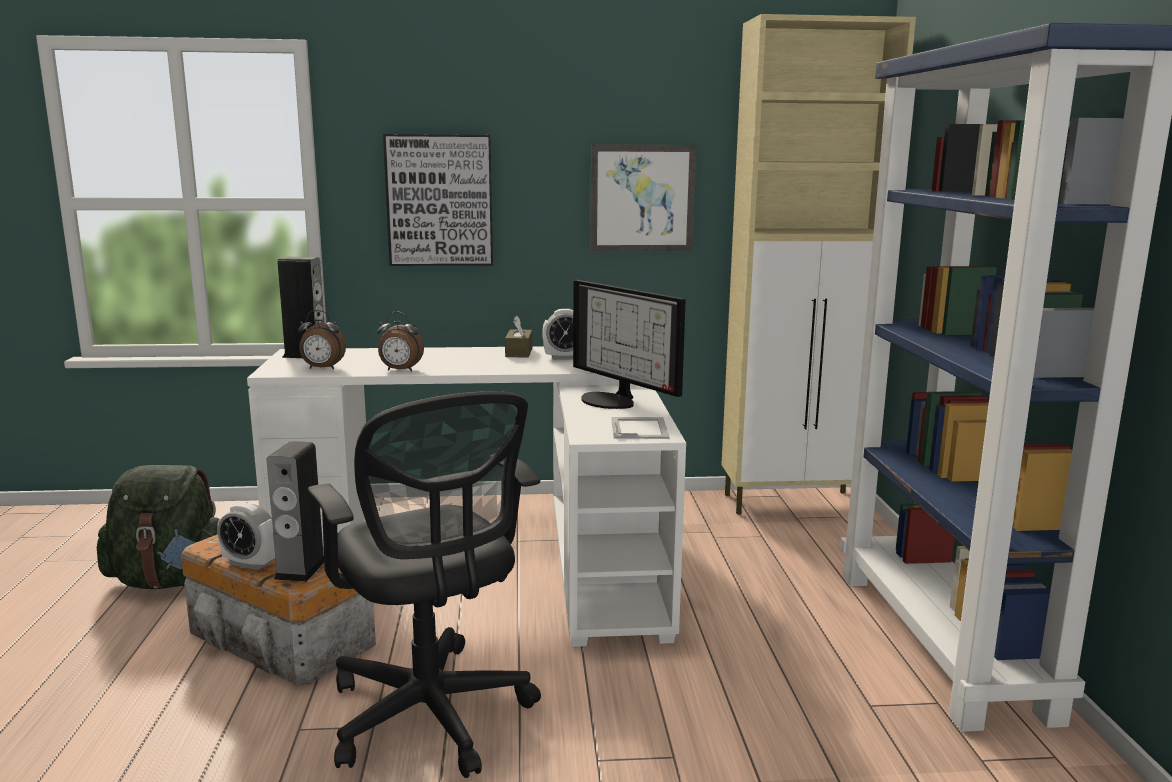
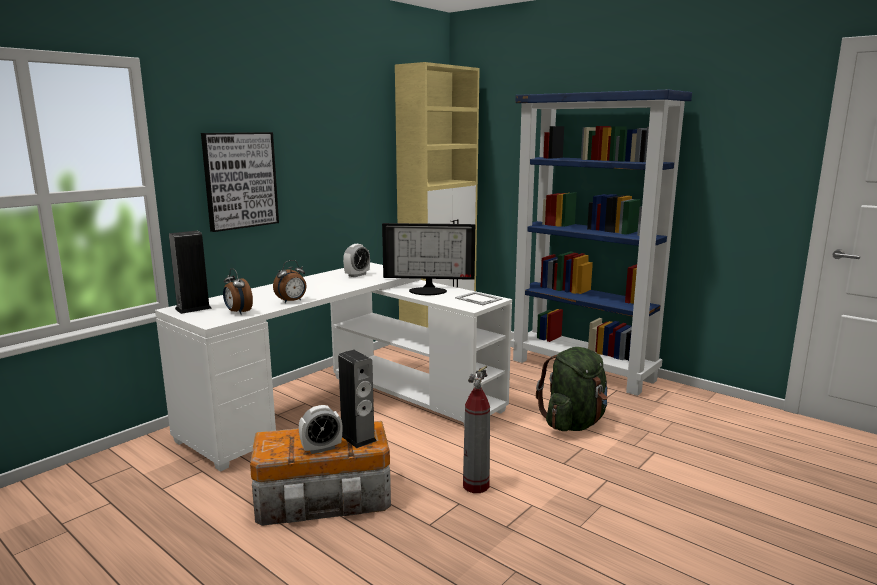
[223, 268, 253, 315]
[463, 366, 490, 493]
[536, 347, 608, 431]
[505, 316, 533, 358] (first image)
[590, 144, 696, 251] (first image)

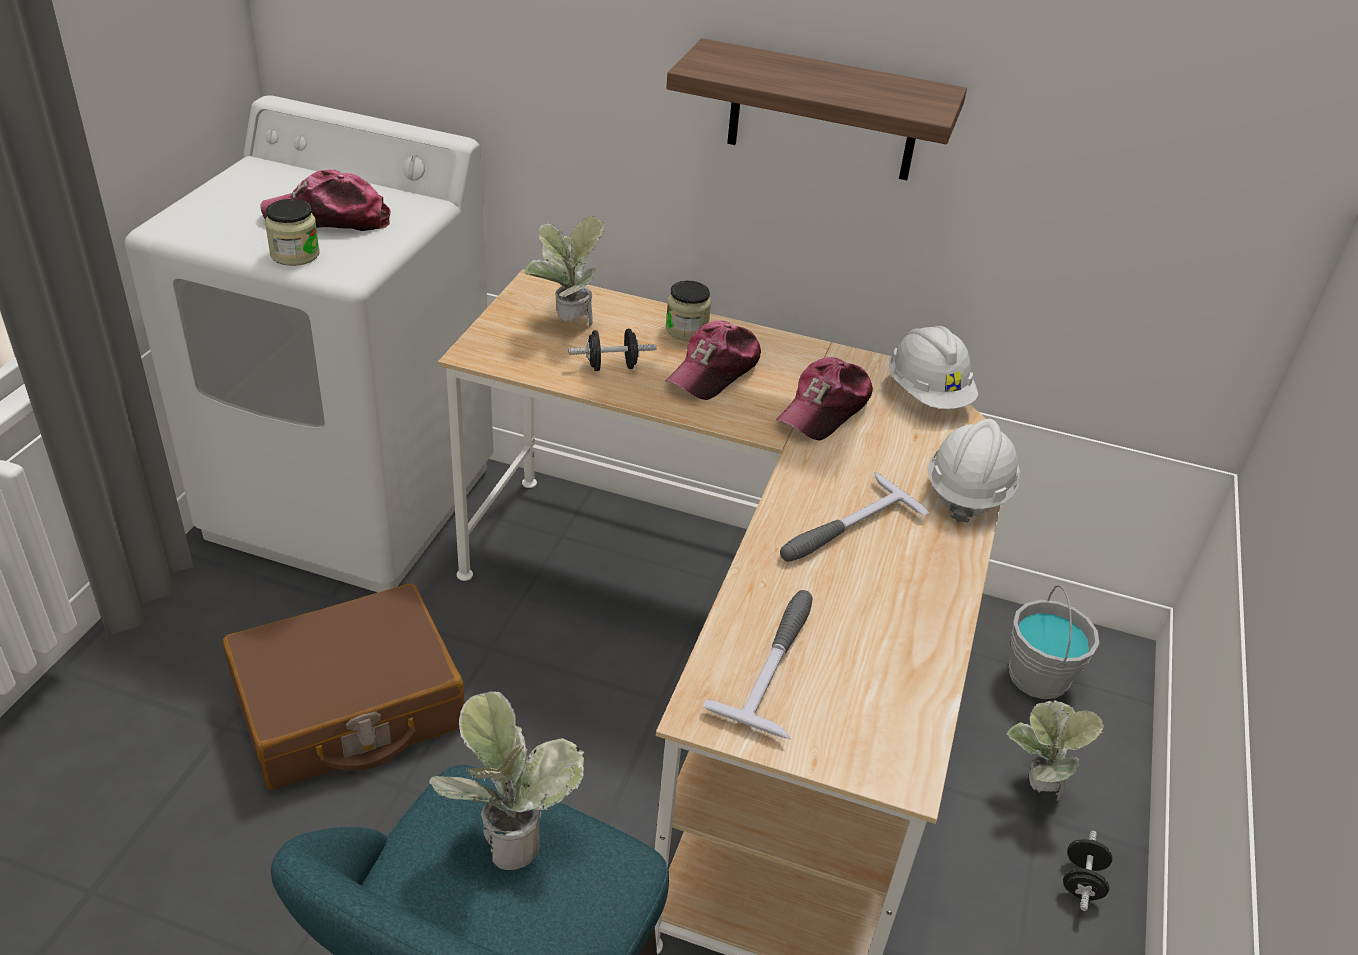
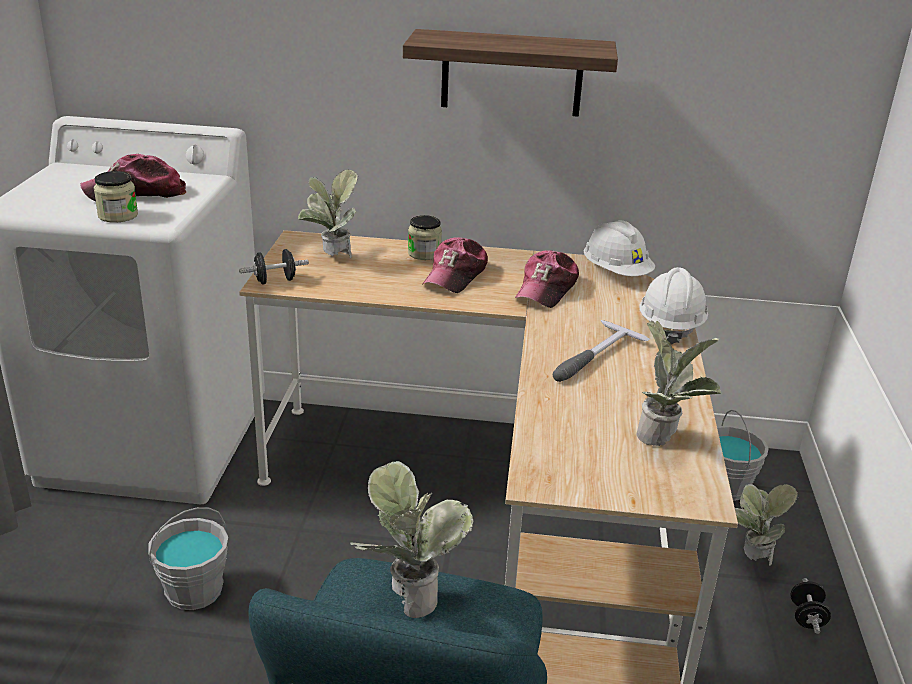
[148, 507, 228, 610]
[239, 249, 309, 284]
[637, 320, 721, 446]
[703, 590, 813, 739] (first image)

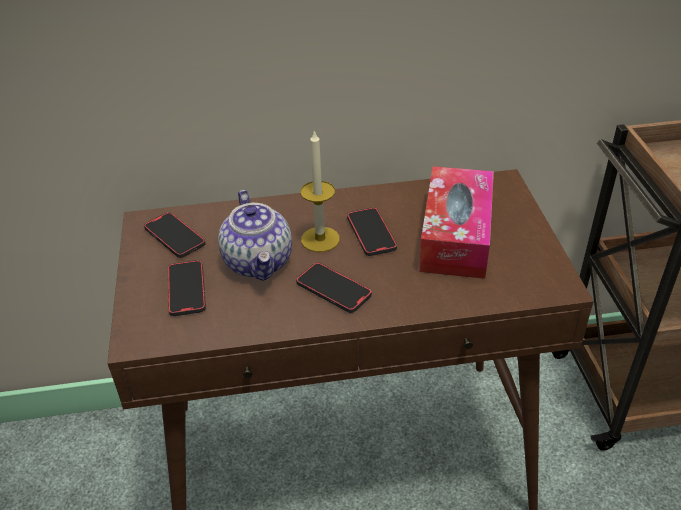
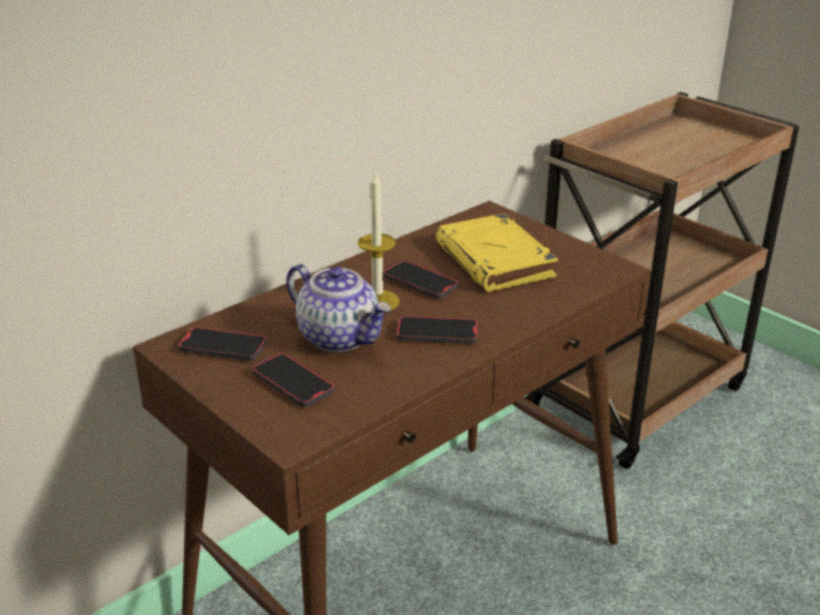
[435, 213, 558, 292]

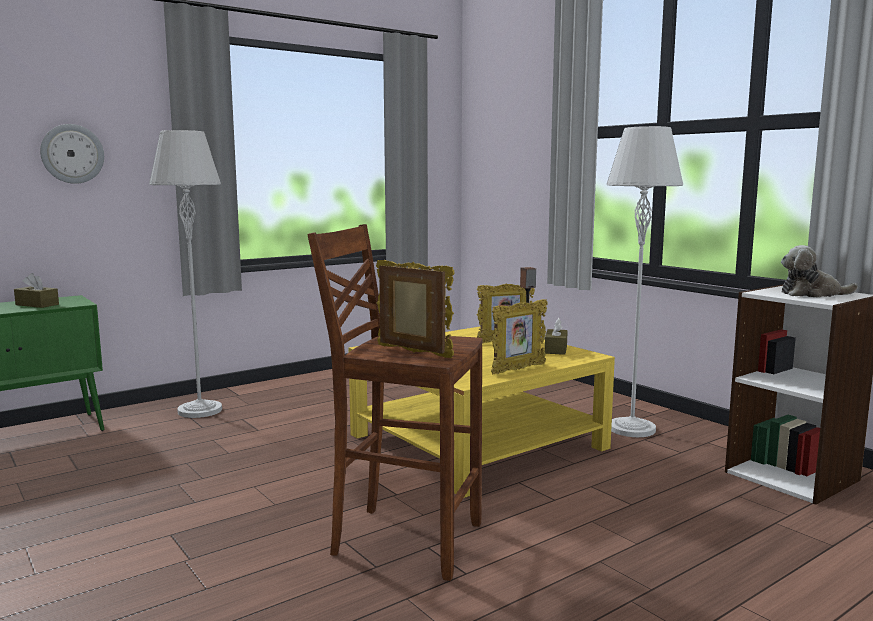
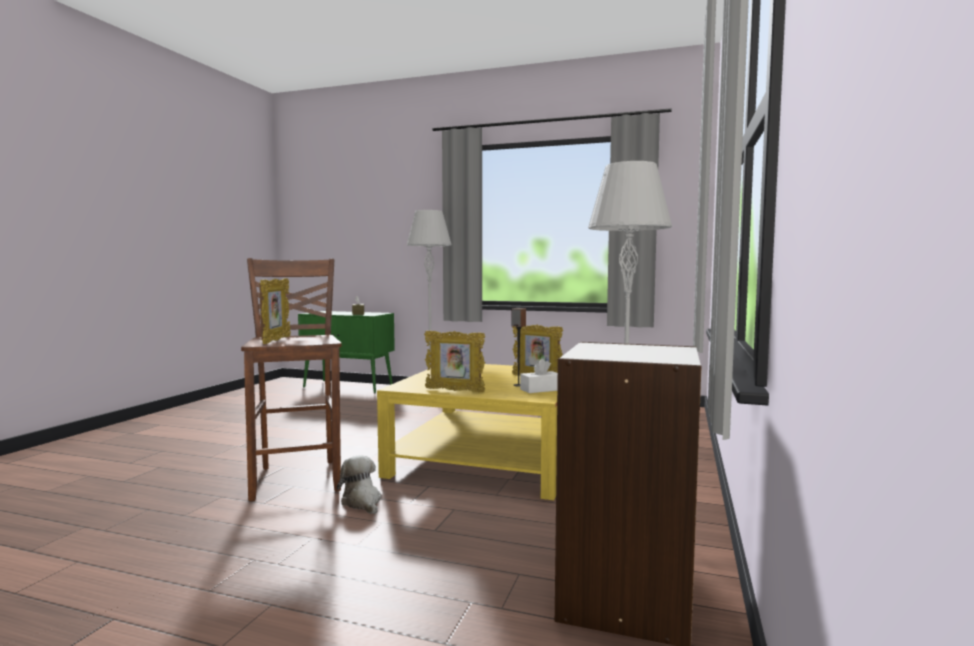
[337, 455, 382, 514]
[520, 359, 558, 393]
[40, 124, 104, 184] (first image)

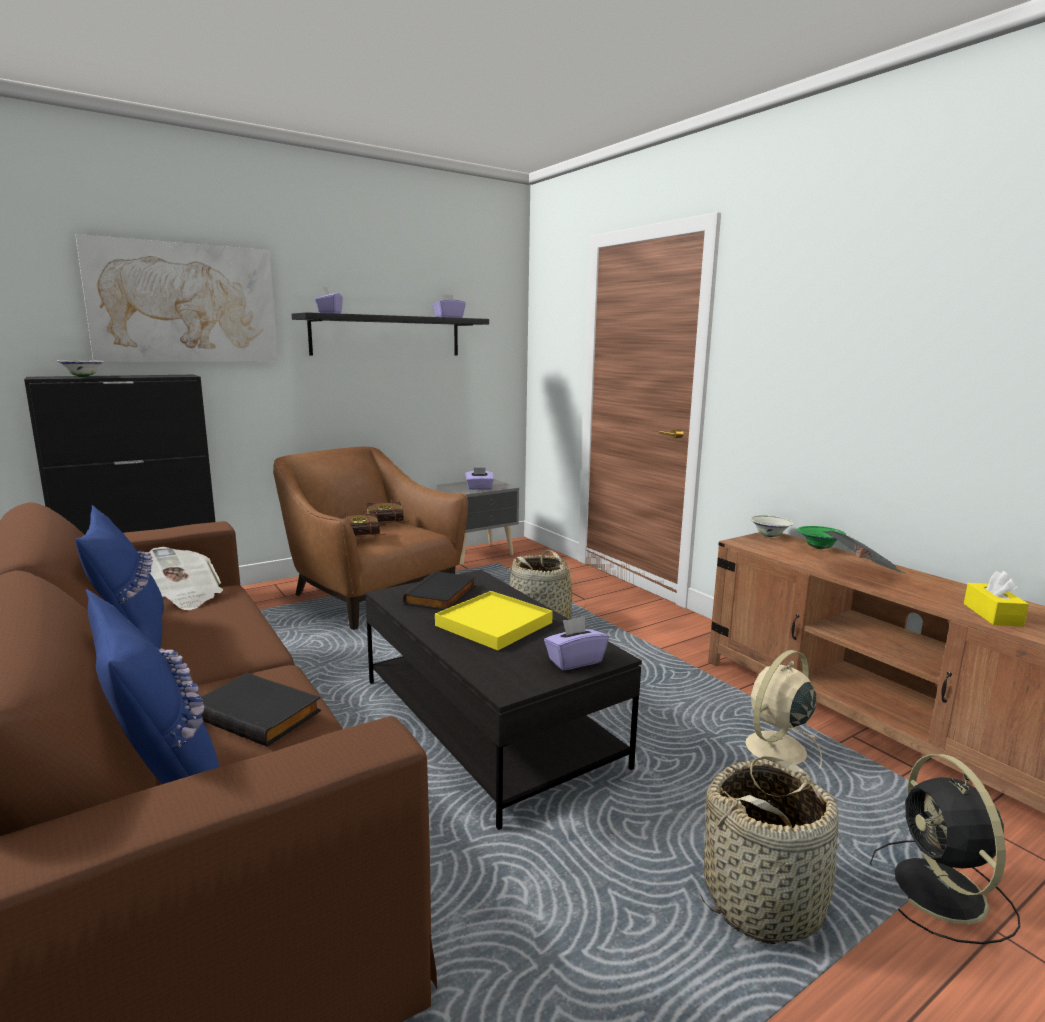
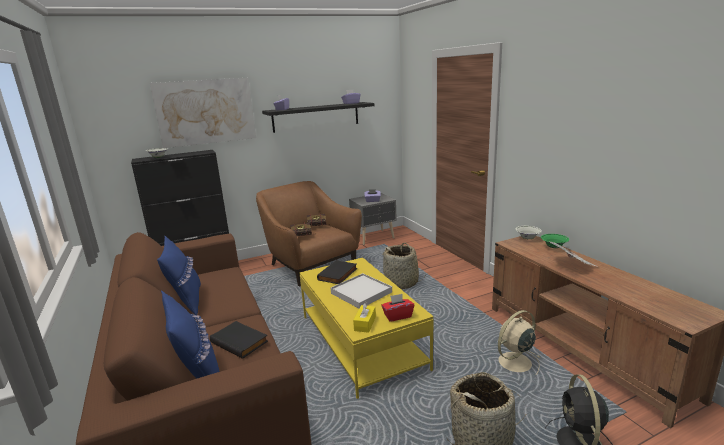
[299, 258, 434, 399]
[331, 273, 392, 308]
[353, 302, 376, 333]
[381, 294, 414, 322]
[149, 547, 223, 610] (first image)

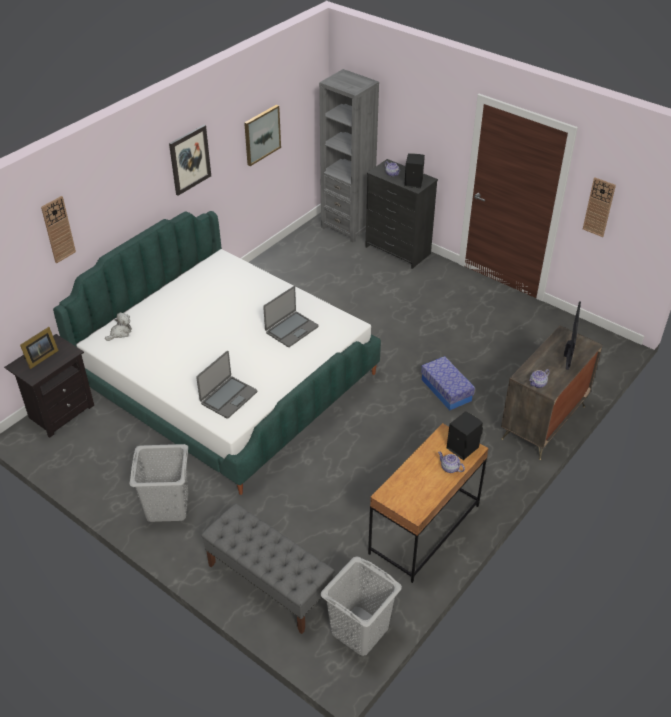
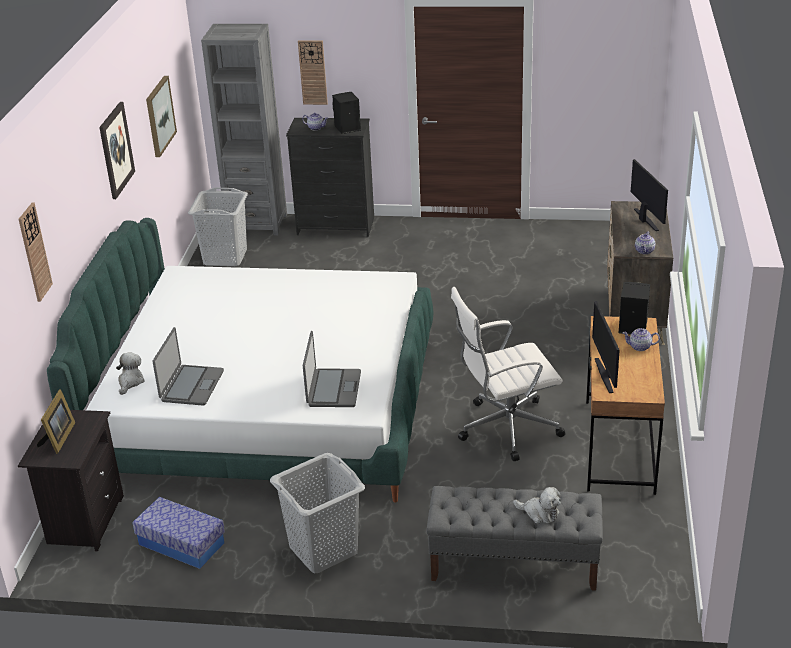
[132, 497, 225, 569]
[152, 327, 224, 406]
[188, 188, 248, 266]
[298, 41, 328, 105]
[451, 287, 565, 461]
[513, 487, 561, 524]
[592, 301, 620, 393]

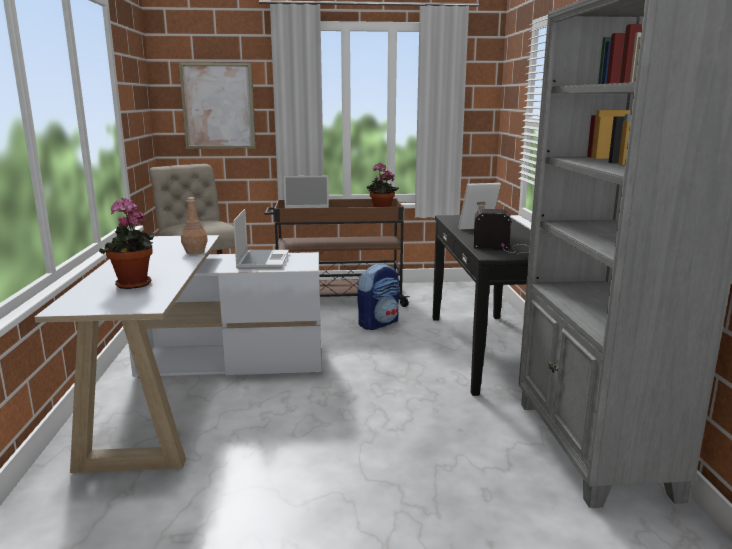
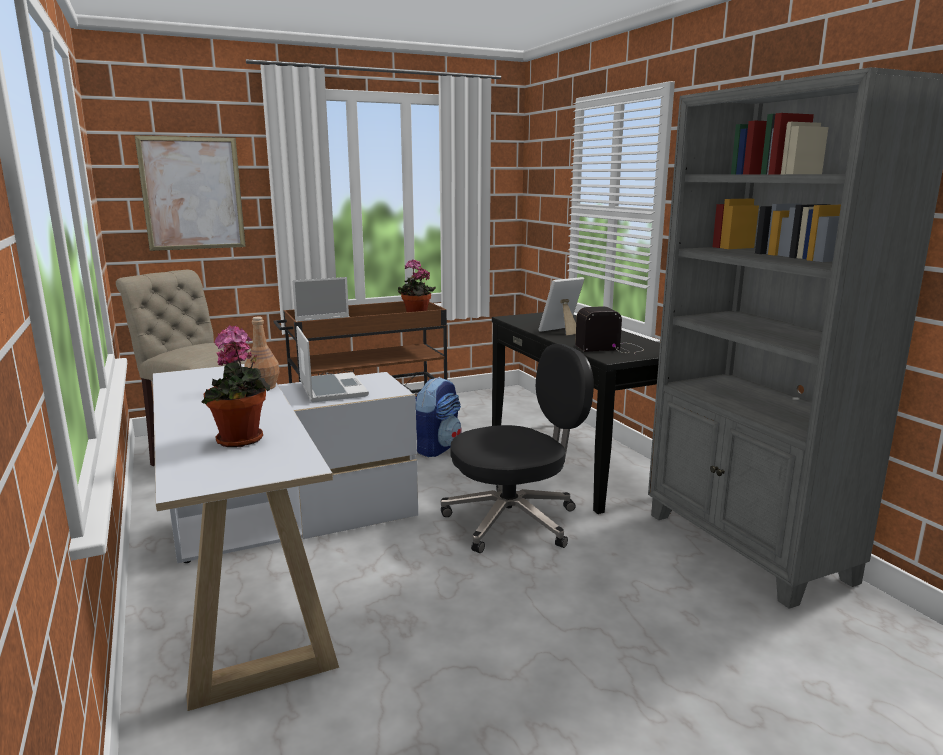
[441, 344, 594, 553]

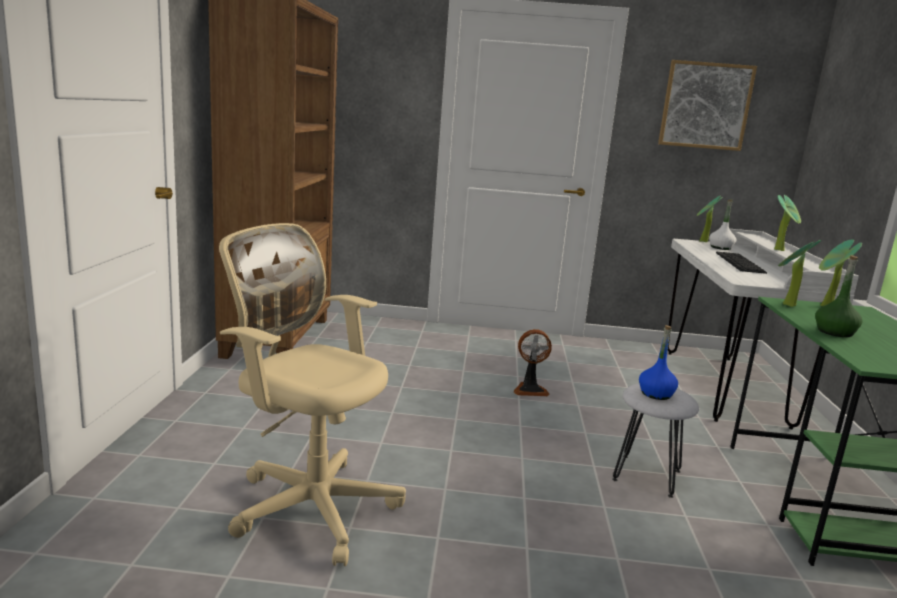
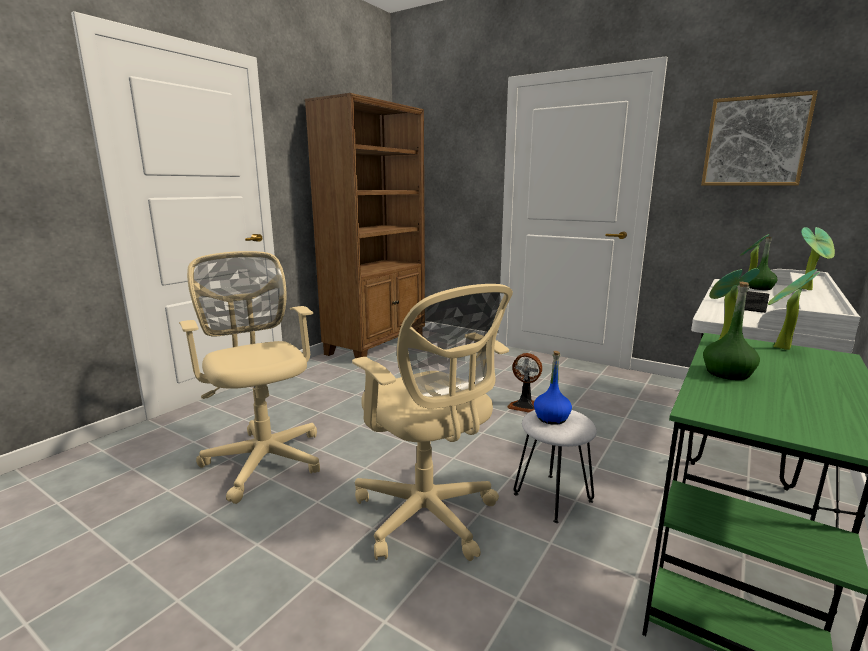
[352, 284, 513, 561]
[749, 237, 777, 290]

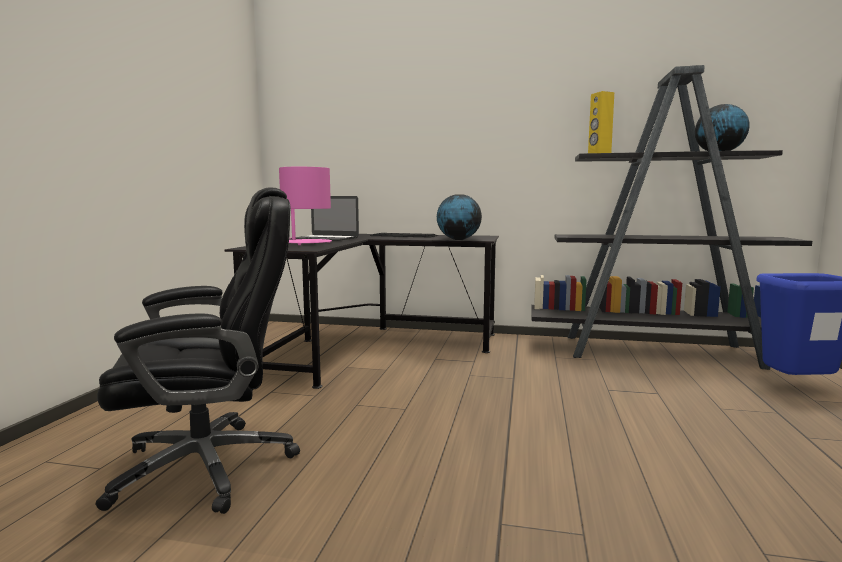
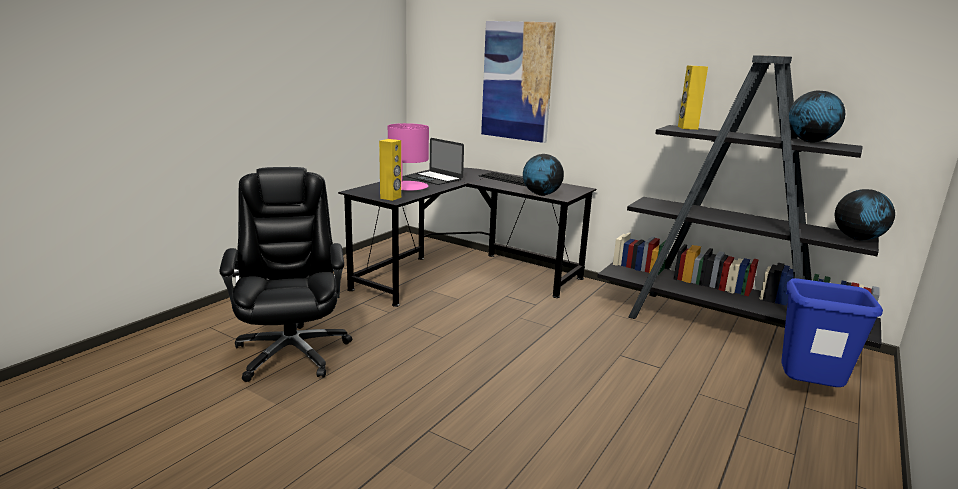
[219, 167, 352, 382]
[379, 139, 401, 201]
[481, 21, 556, 143]
[835, 189, 895, 241]

